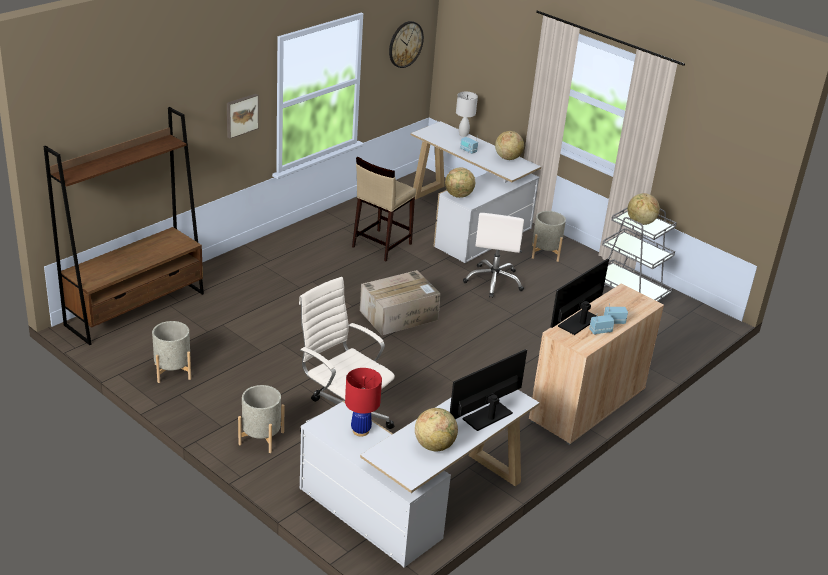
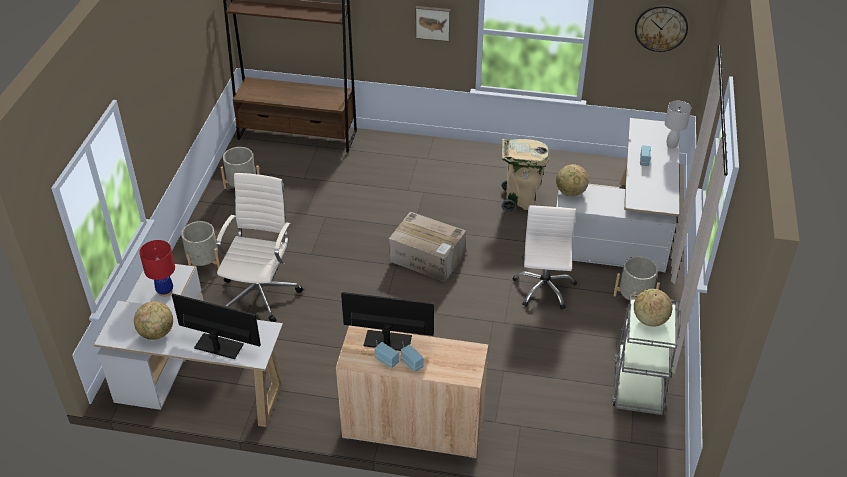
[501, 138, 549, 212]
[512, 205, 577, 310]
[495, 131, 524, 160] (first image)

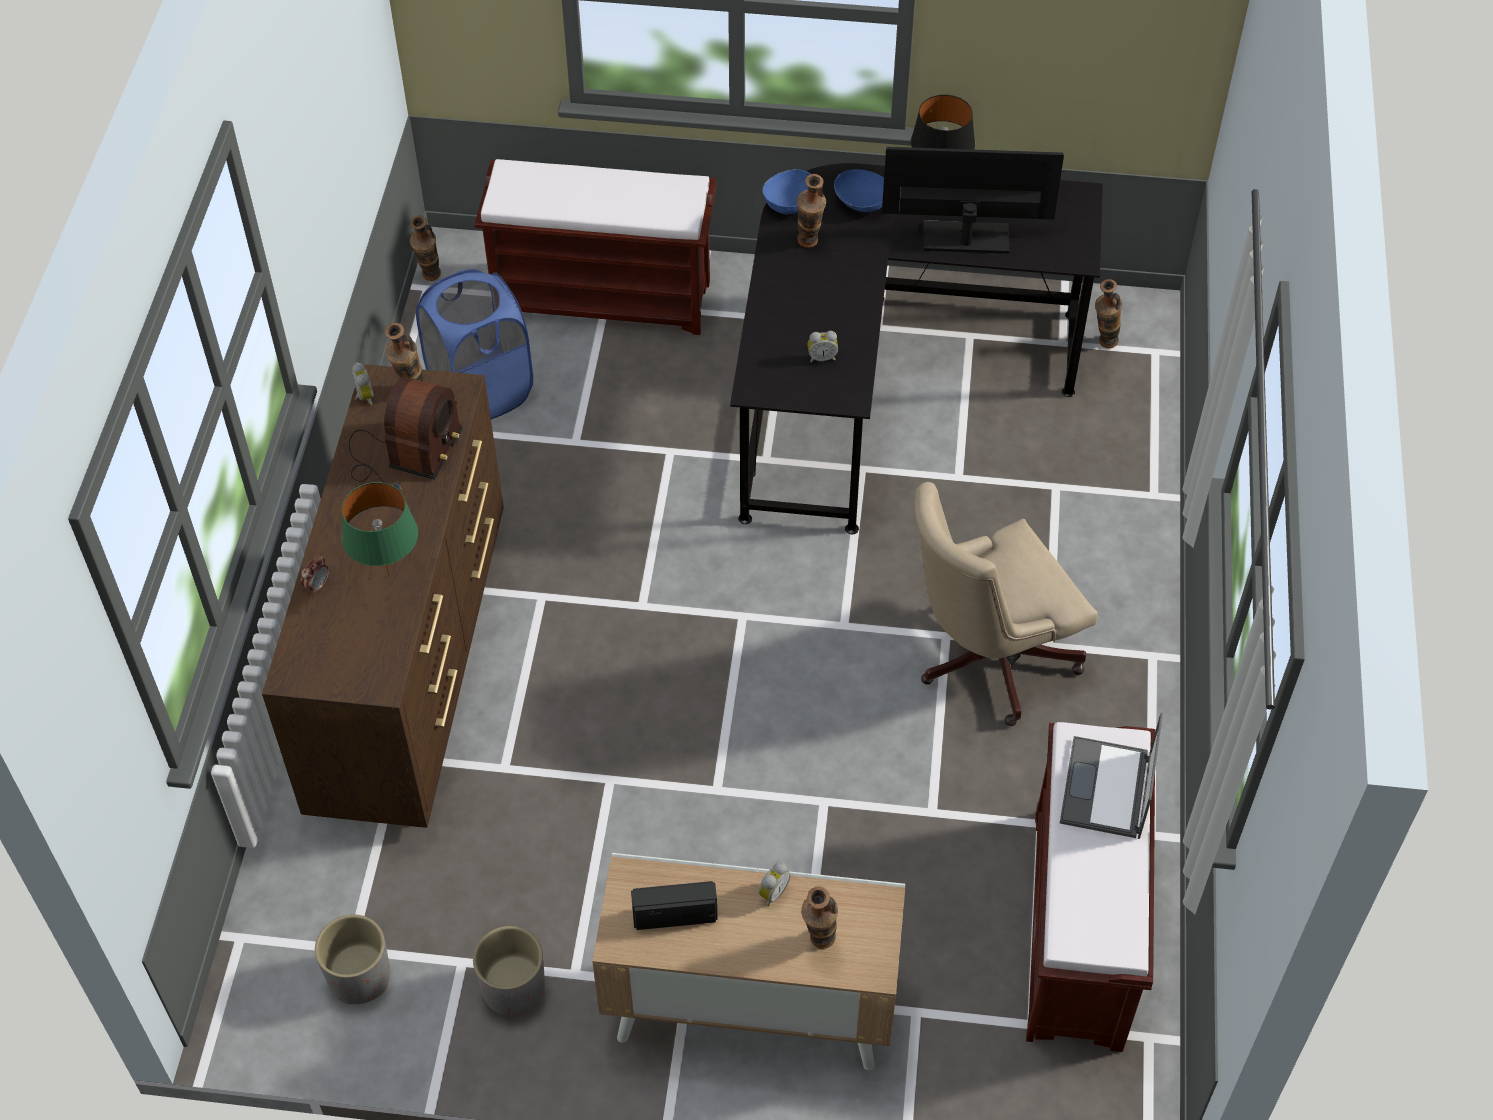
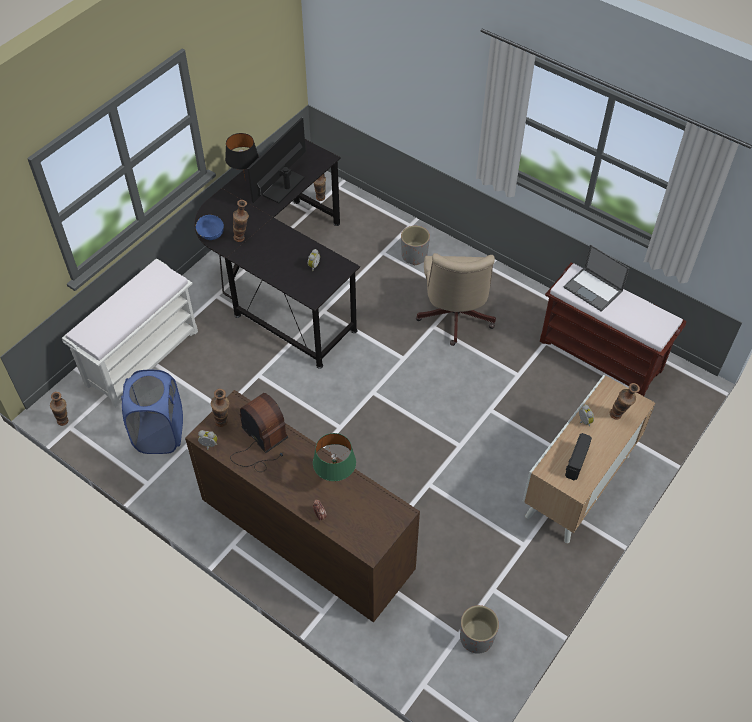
[62, 258, 198, 407]
[401, 226, 430, 265]
[834, 169, 884, 212] (first image)

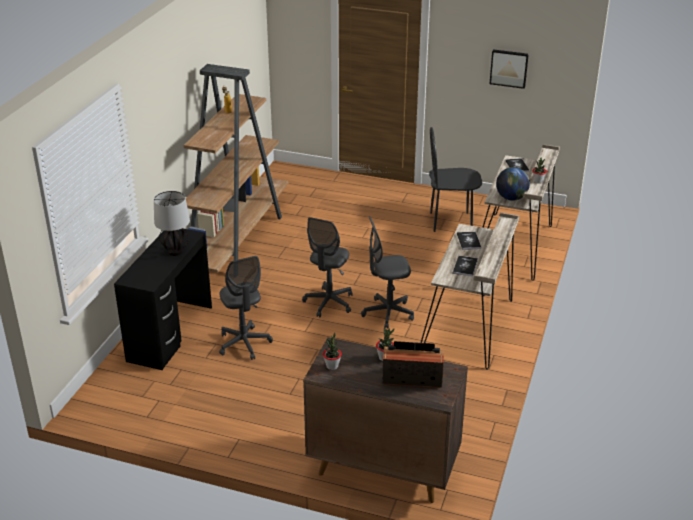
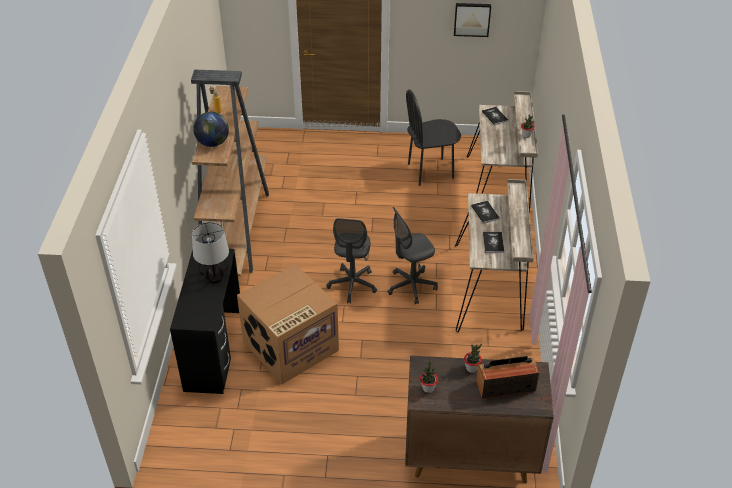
[193, 112, 229, 147]
[237, 264, 339, 384]

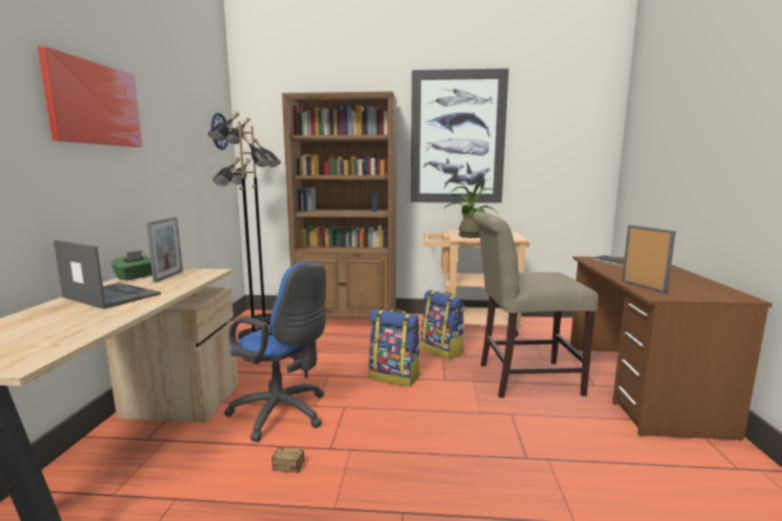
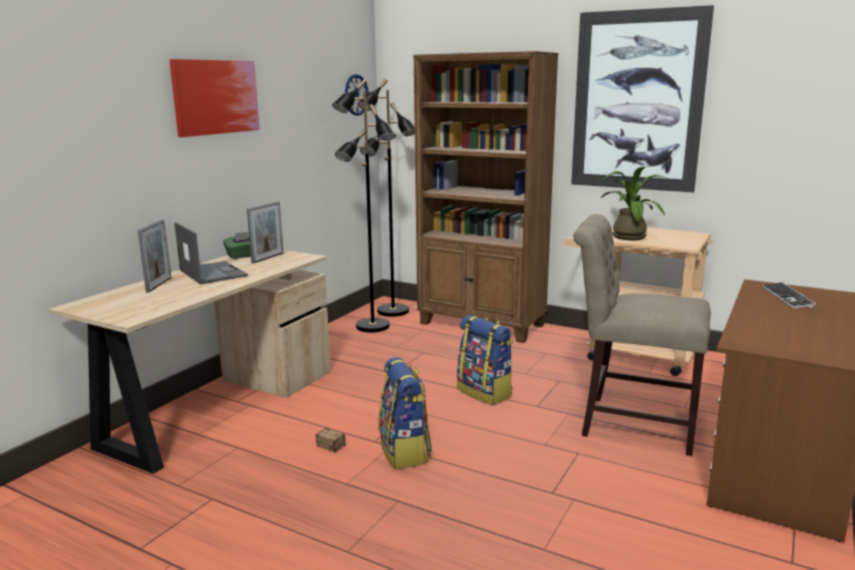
[137, 219, 171, 293]
[378, 357, 432, 469]
[224, 261, 326, 442] (first image)

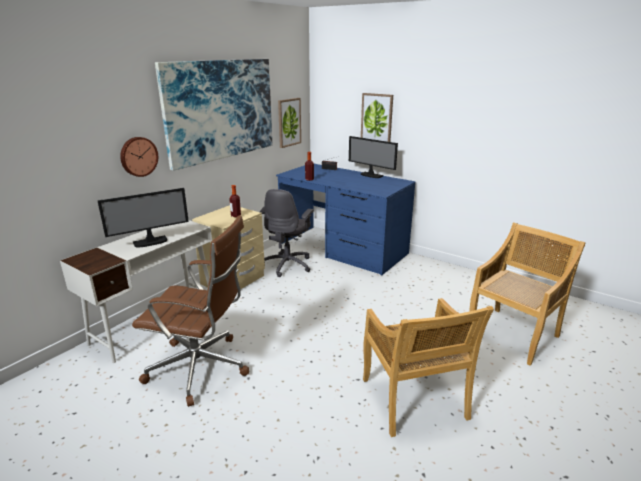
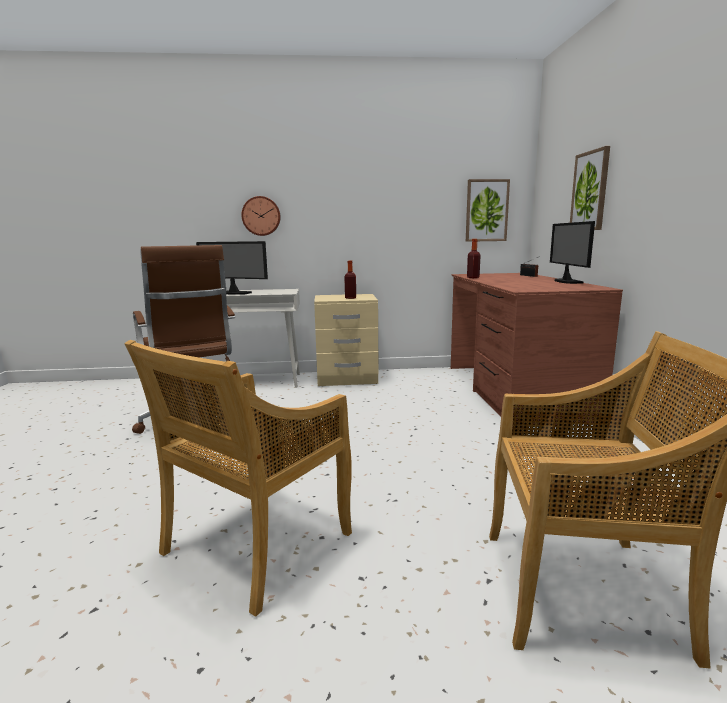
[451, 273, 623, 427]
[155, 59, 272, 171] (first image)
[260, 189, 314, 277] (first image)

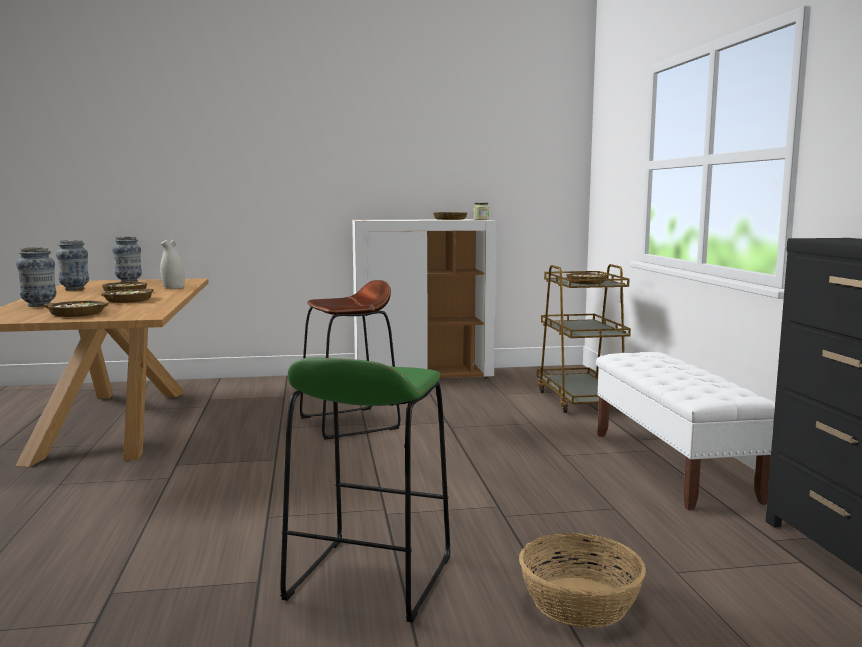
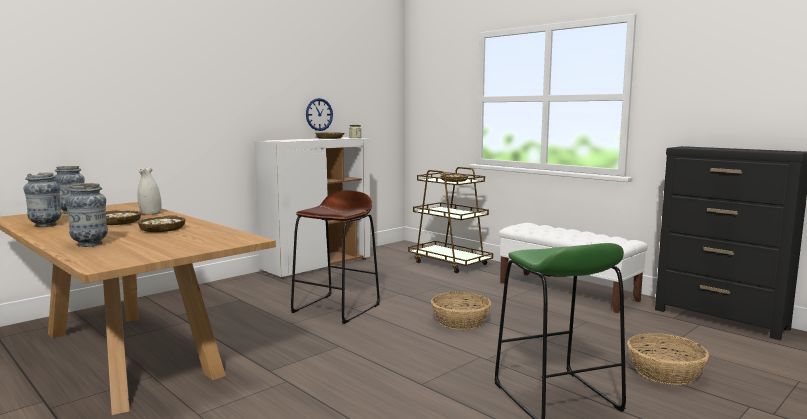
[306, 98, 333, 131]
[431, 292, 491, 330]
[44, 301, 108, 317] (first image)

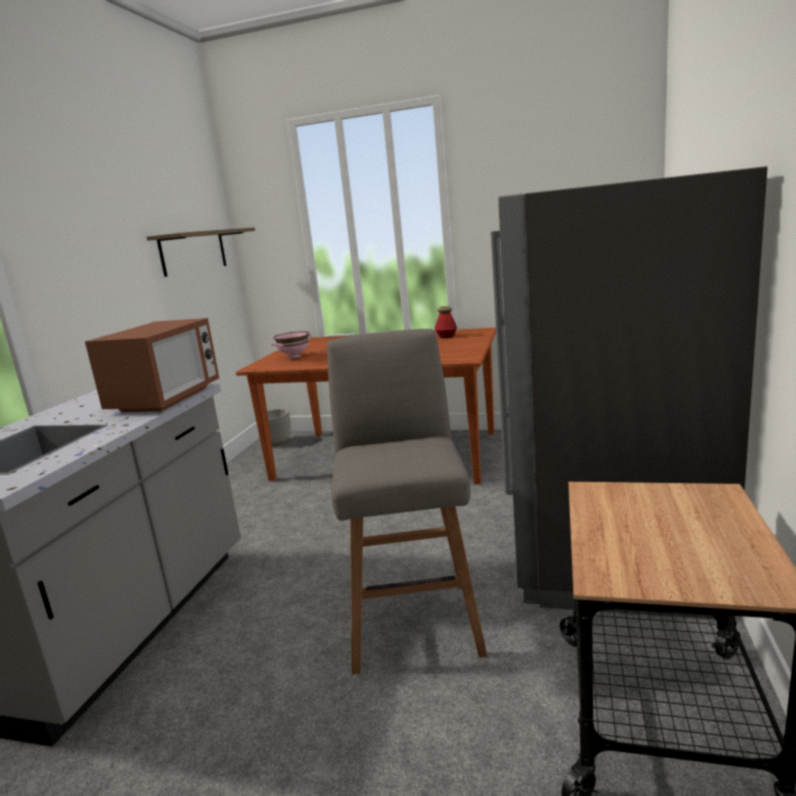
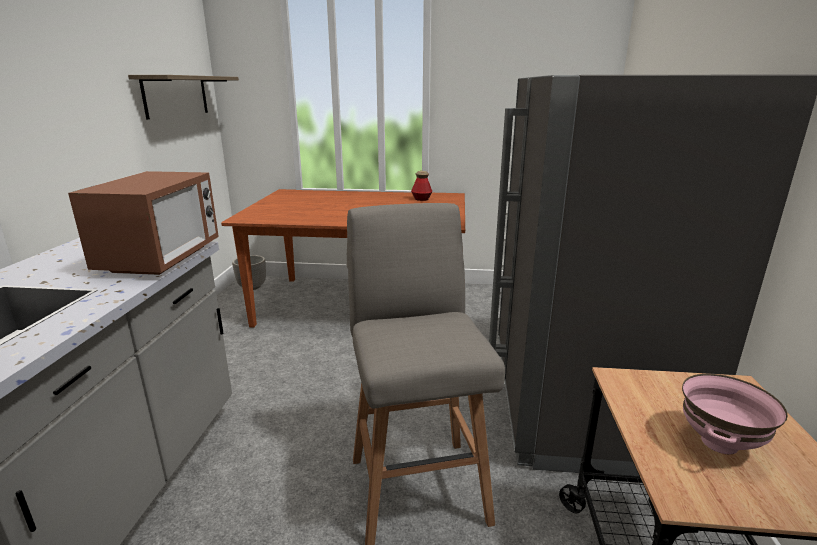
[682, 374, 788, 454]

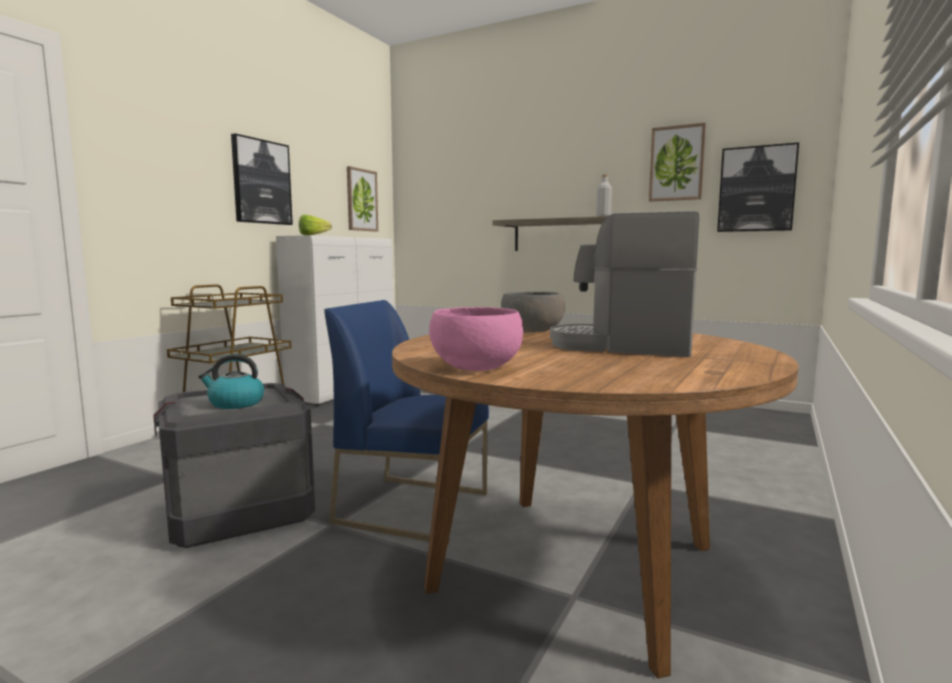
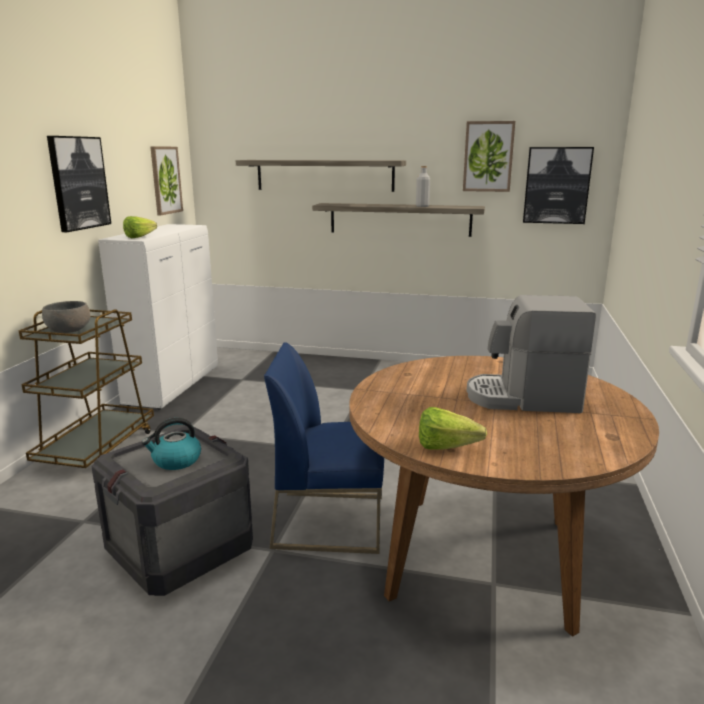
[42, 301, 90, 333]
[236, 160, 406, 192]
[419, 407, 487, 450]

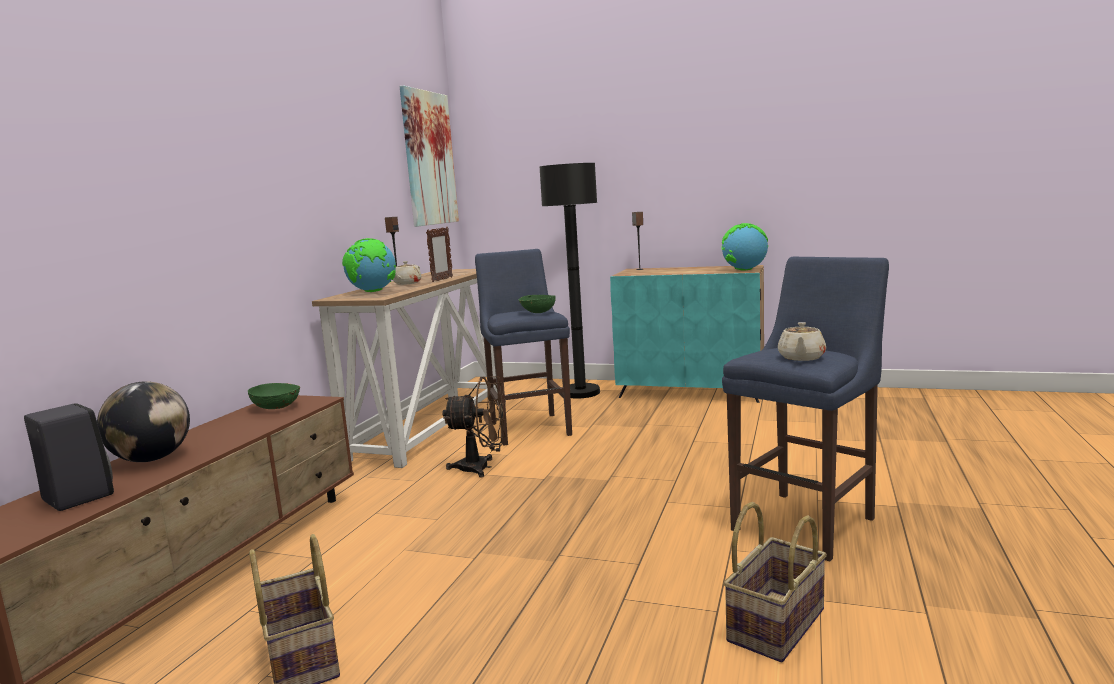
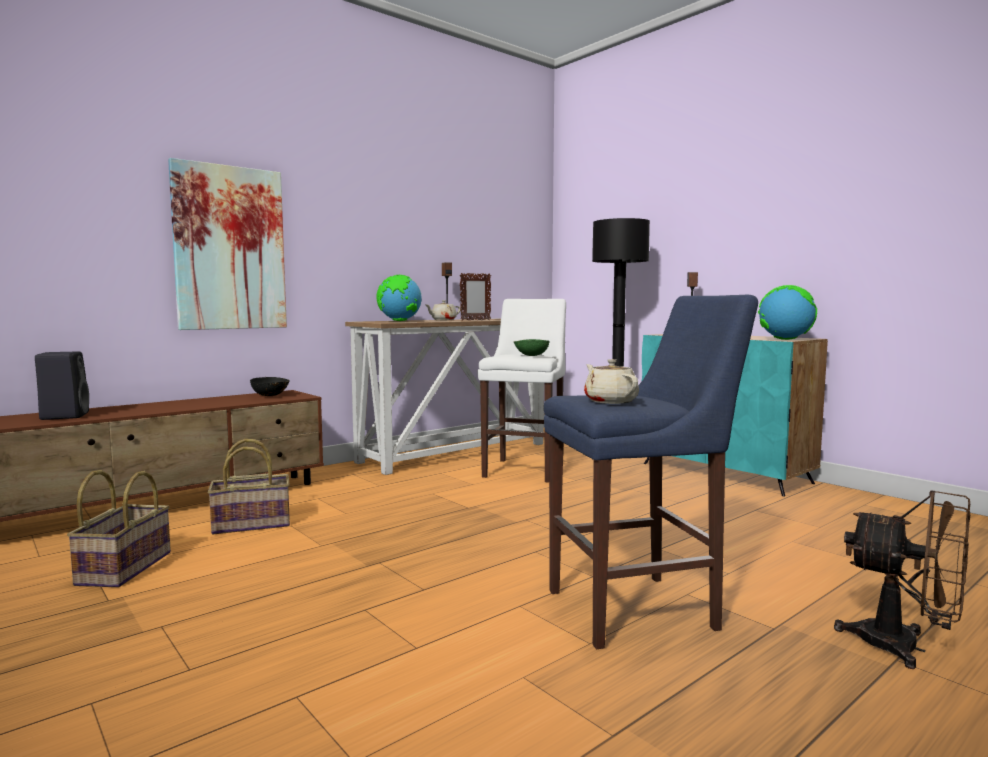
[168, 158, 287, 330]
[208, 439, 290, 534]
[250, 377, 290, 396]
[478, 299, 566, 483]
[584, 359, 639, 404]
[834, 490, 970, 669]
[97, 381, 190, 462] (first image)

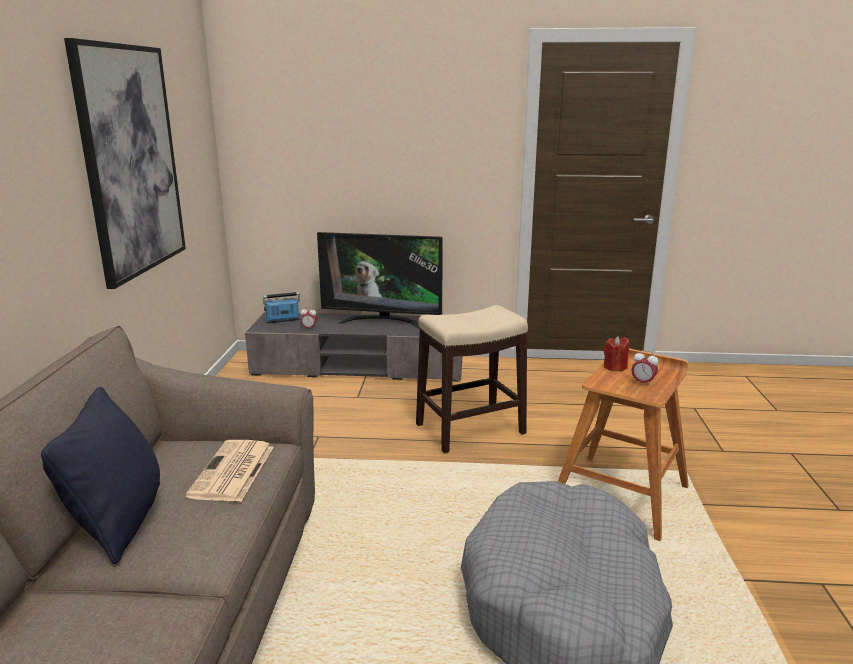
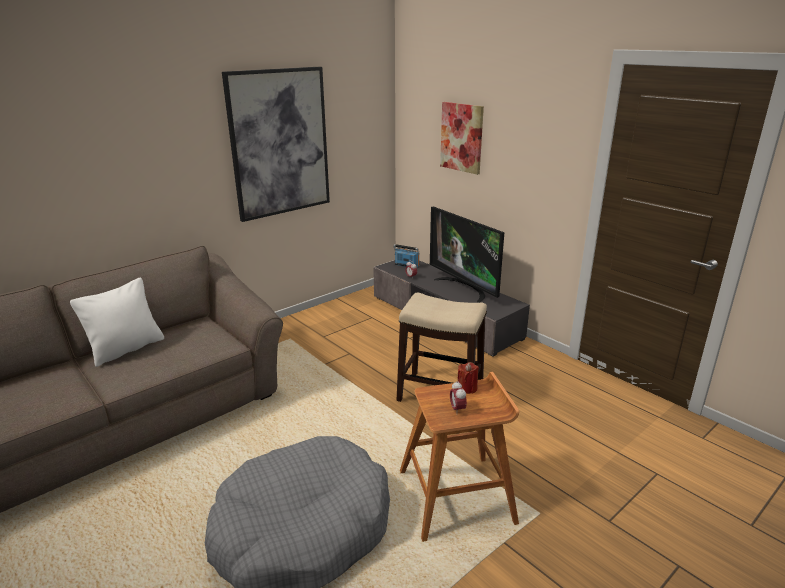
[70, 278, 164, 367]
[440, 102, 484, 175]
[186, 440, 274, 502] (first image)

